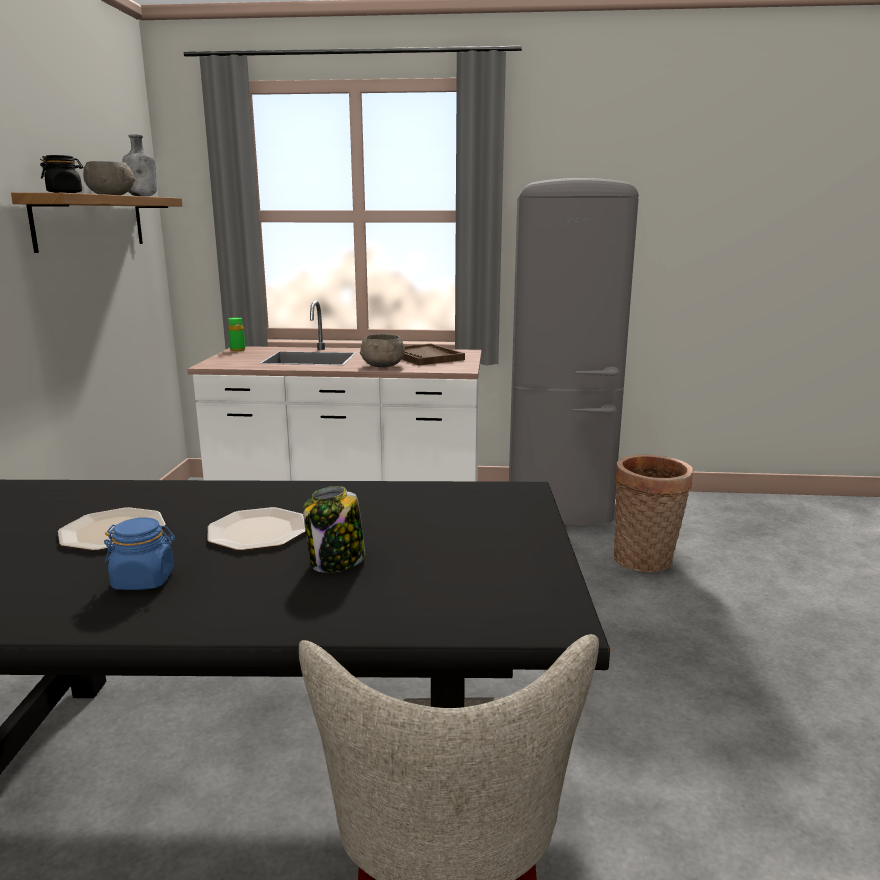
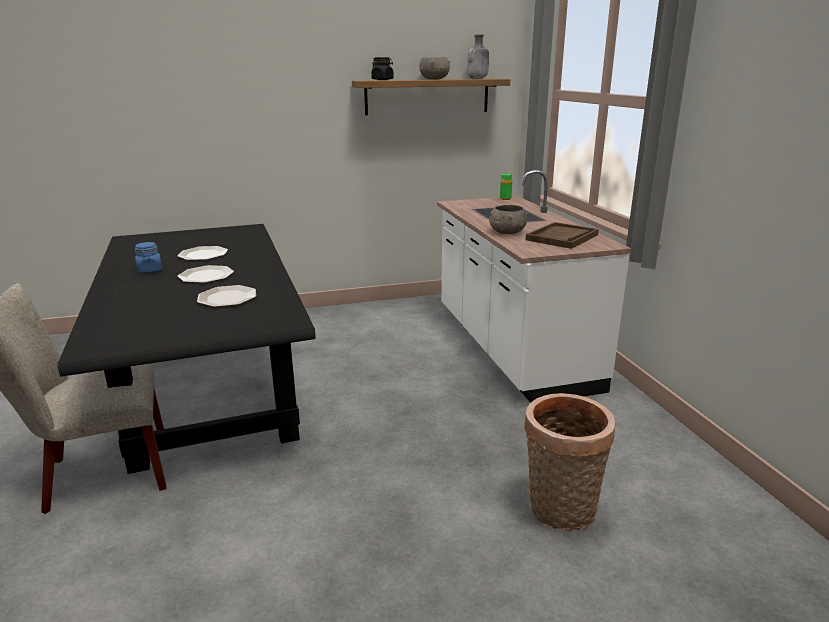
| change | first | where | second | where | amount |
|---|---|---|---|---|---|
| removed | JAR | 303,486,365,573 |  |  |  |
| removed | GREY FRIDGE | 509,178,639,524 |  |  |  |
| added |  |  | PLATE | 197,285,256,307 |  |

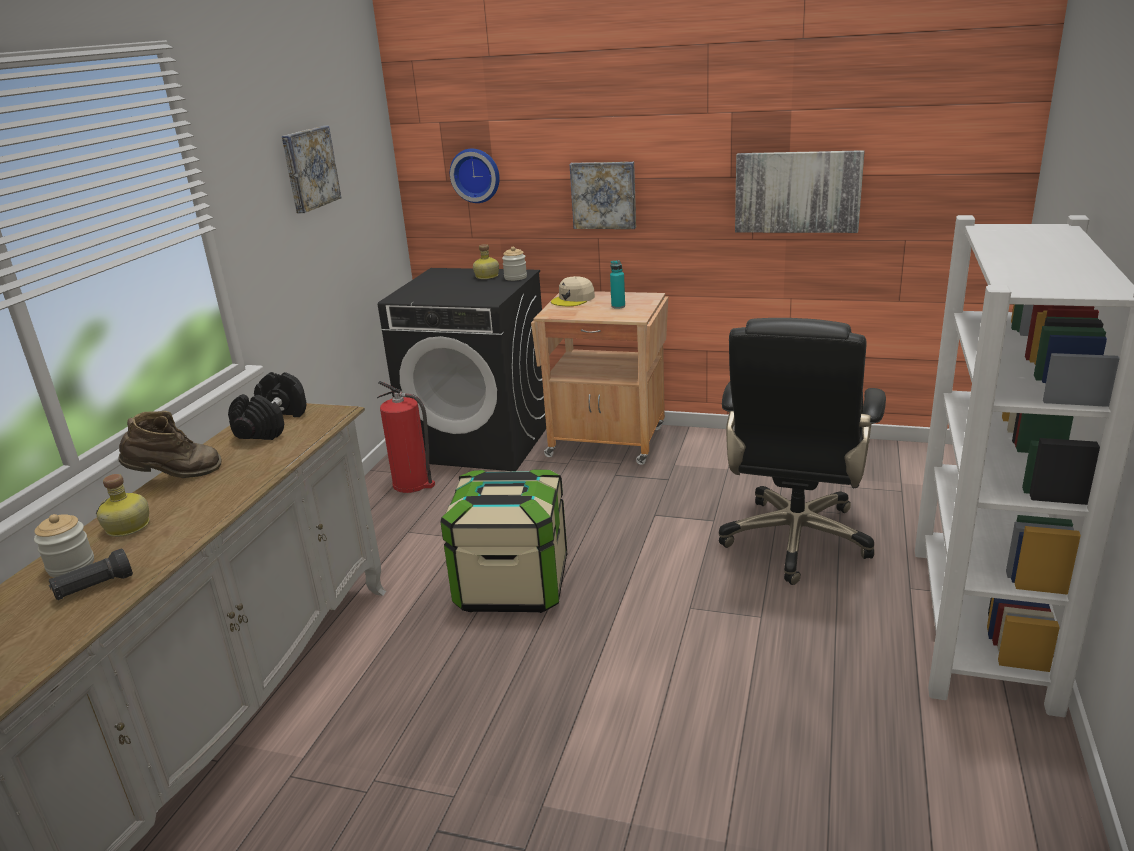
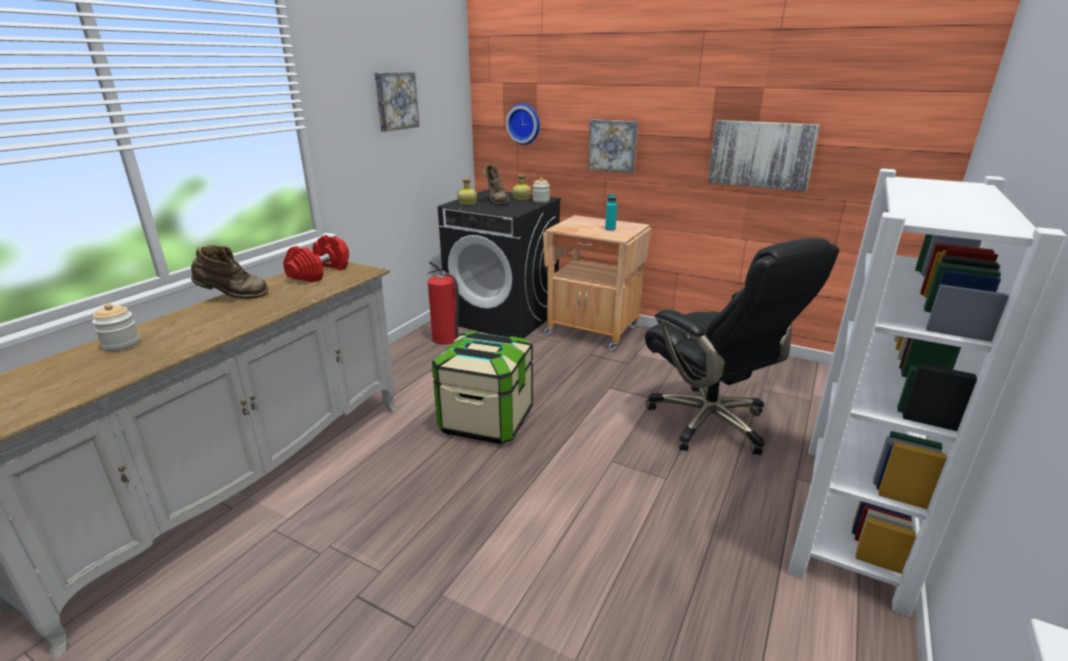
| change | first | where | second | where | amount |
|---|---|---|---|---|---|
| removed | BLACK FLASHLIGHT | 49,548,133,600 |  |  |  |
| moved | BOTTLE | 96,474,150,537 |  | 457,178,477,205 |  |
| recoloured | BLACK DUMBBELL | 228,372,307,440 | RED DUMBBELL | 283,235,349,282 |  |
| removed | BEIGE CAP | 551,276,595,306 |  |  |  |
| turned | BLACK OFFICE CHAIR | 719,318,886,585 |  | 645,238,839,455 | 60 degrees counterclockwise |
| added |  |  | BROWN BOOT | 483,164,509,205 |  |

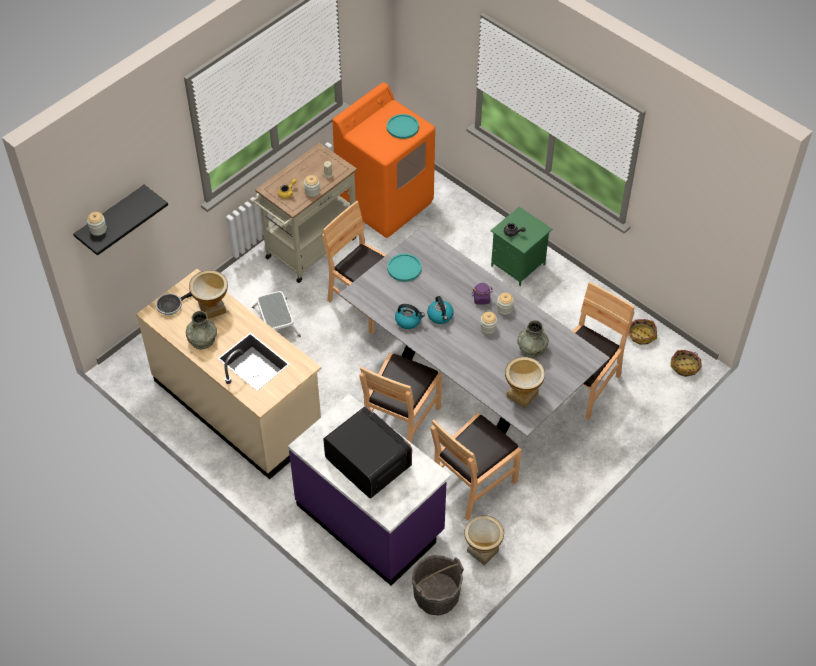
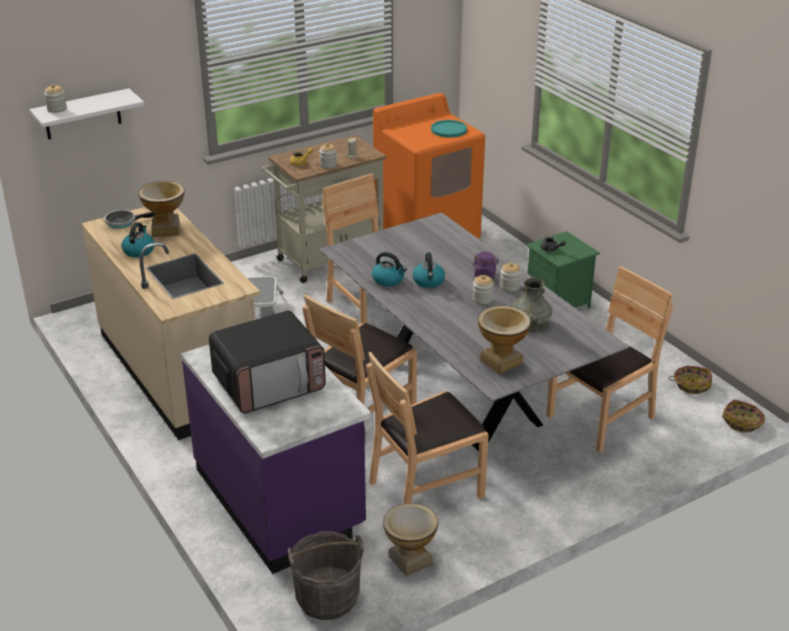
| change | first | where | second | where | amount |
|---|---|---|---|---|---|
| recoloured | BLACK SHELF | 73,185,168,256 | WHITE SHELF | 29,88,145,140 |  |
| replaced | GREY VASE | 186,311,217,349 | KETTLE | 122,222,154,258 |  |
| turned | MICROWAVE | 323,406,412,498 |  | 209,311,326,413 | 90 degrees clockwise |
| removed | TURQUOISE PLATE | 388,253,422,282 |  |  |  |

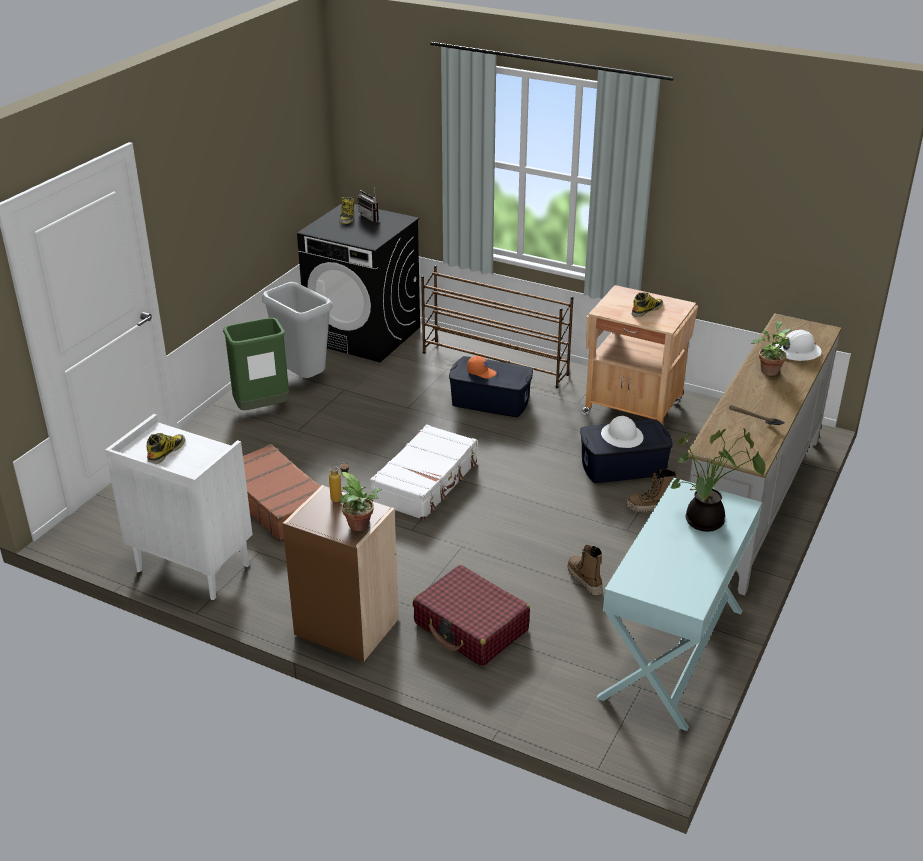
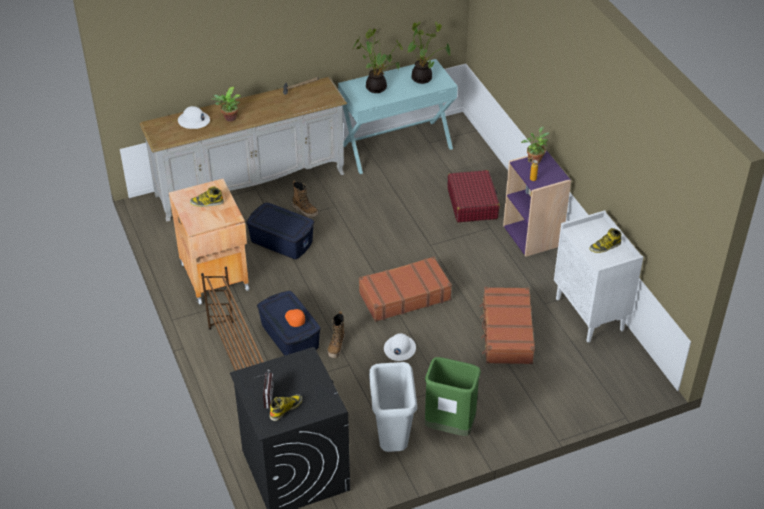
| change | first | where | second | where | amount |
|---|---|---|---|---|---|
| recoloured | BROWN BOOKCASE | 282,485,399,661 | PURPLE BOOKCASE | 503,150,571,257 |  |
| recoloured | WHITE SUITCASE | 370,424,477,520 | BROWN SUITCASE | 359,257,452,322 |  |
| moved | BOOT | 568,545,603,596 |  | 327,311,345,358 |  |
| moved | WHITE HARD HAT | 601,416,643,448 |  | 384,333,416,361 |  |
| added |  |  | POTTED PLANT | 407,21,450,84 |  |

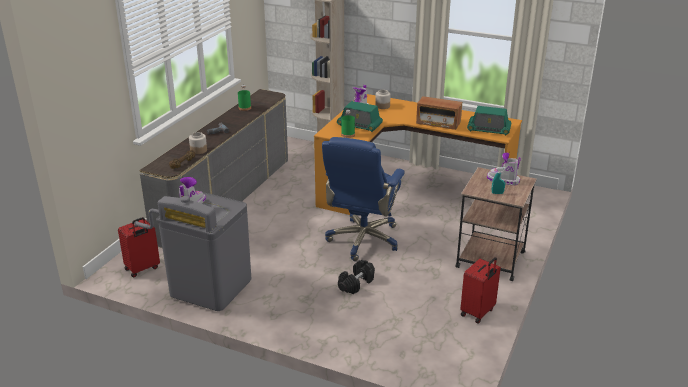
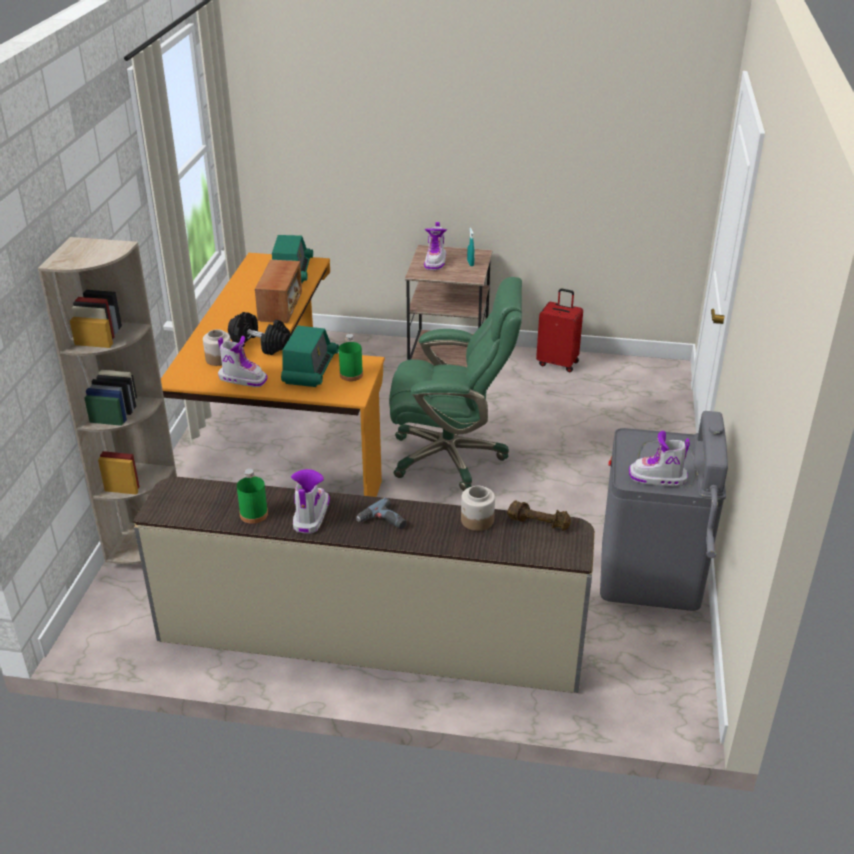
| change | first | where | second | where | amount |
|---|---|---|---|---|---|
| removed | RED SUITCASE | 118,217,160,278 |  |  |  |
| recoloured | BLUE OFFICE CHAIR | 322,137,405,261 | GREEN OFFICE CHAIR | 389,277,522,491 |  |
| moved | BLACK DUMBBELL | 338,260,375,294 |  | 228,312,291,355 |  |
| added |  |  | BOOT | 291,469,330,534 |  |

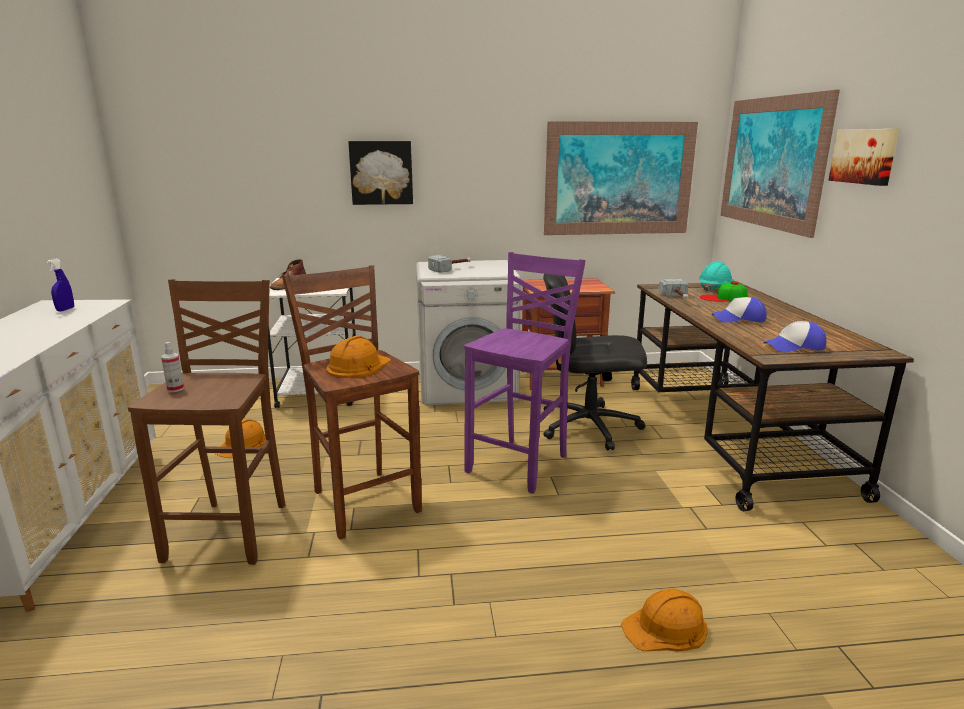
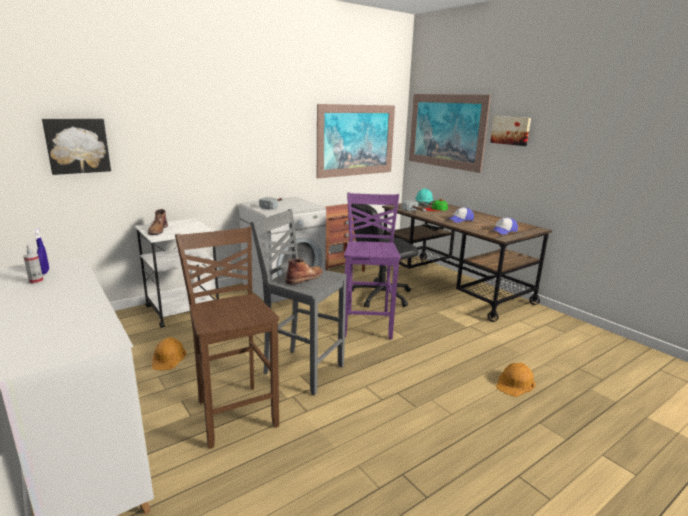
| change | first | where | second | where | amount |
|---|---|---|---|---|---|
| moved | SPRAY BOTTLE | 161,342,184,392 |  | 23,244,44,284 |  |
| recoloured | BROWN STOOL | 282,265,422,539 | GREY STOOL | 250,209,346,395 |  |
| replaced | ORANGE HARD HAT | 326,336,391,378 | BROWN BOOT | 285,259,323,285 |  |
| moved | PICTURE | 348,141,413,205 |  | 42,119,111,175 |  |

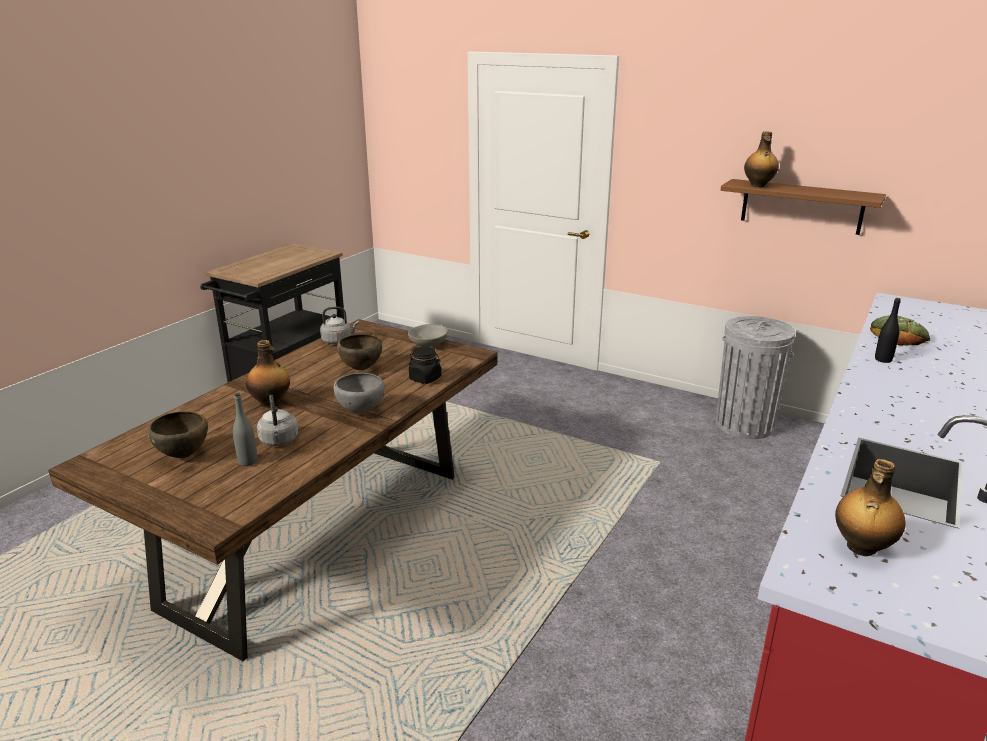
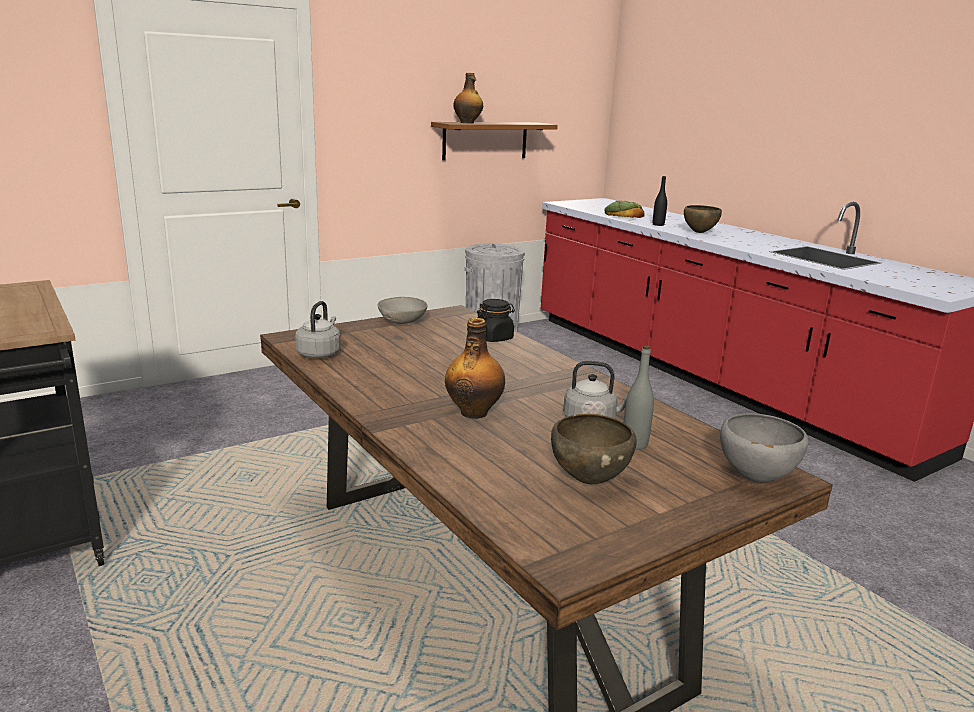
| change | first | where | second | where | amount |
|---|---|---|---|---|---|
| moved | GREY BOWL | 334,373,385,414 |  | 720,413,809,483 |  |
| moved | BROWN BOWL | 337,334,382,370 |  | 684,205,722,233 |  |
| removed | BOTTLE | 835,459,906,556 |  |  |  |

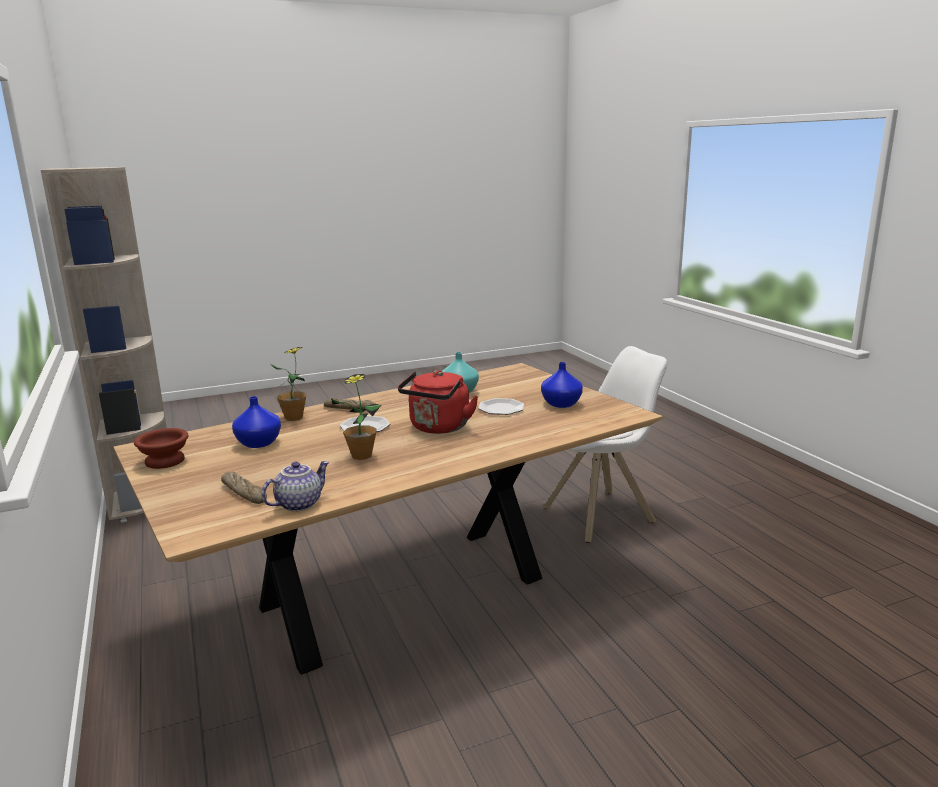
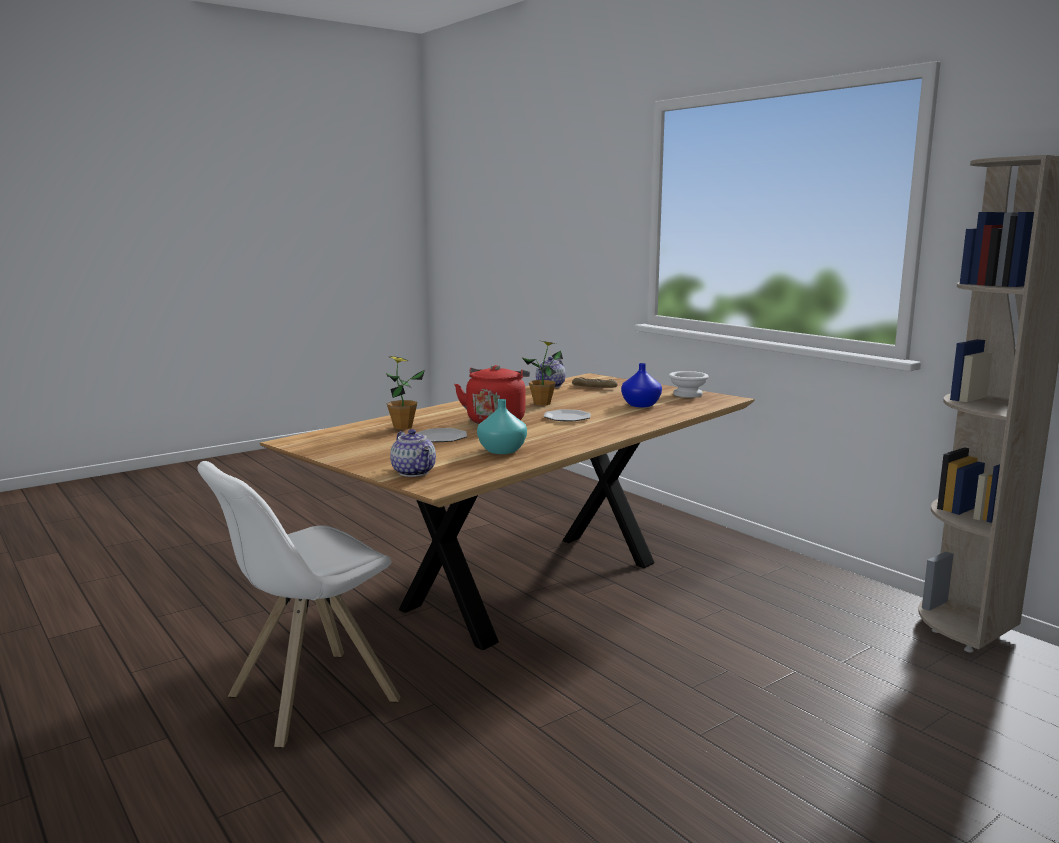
| change | first | where | second | where | amount |
|---|---|---|---|---|---|
| recoloured | BROWN BOWL | 134,428,188,469 | WHITE BOWL | 669,371,709,398 |  |
| moved | POTTED PLANT | 271,347,306,421 |  | 386,356,425,429 |  |
| removed | BREAD | 324,398,374,410 |  |  |  |
| removed | BLUE VASE | 541,362,583,408 |  |  |  |
| added |  |  | TEAPOT | 390,429,436,477 |  |

